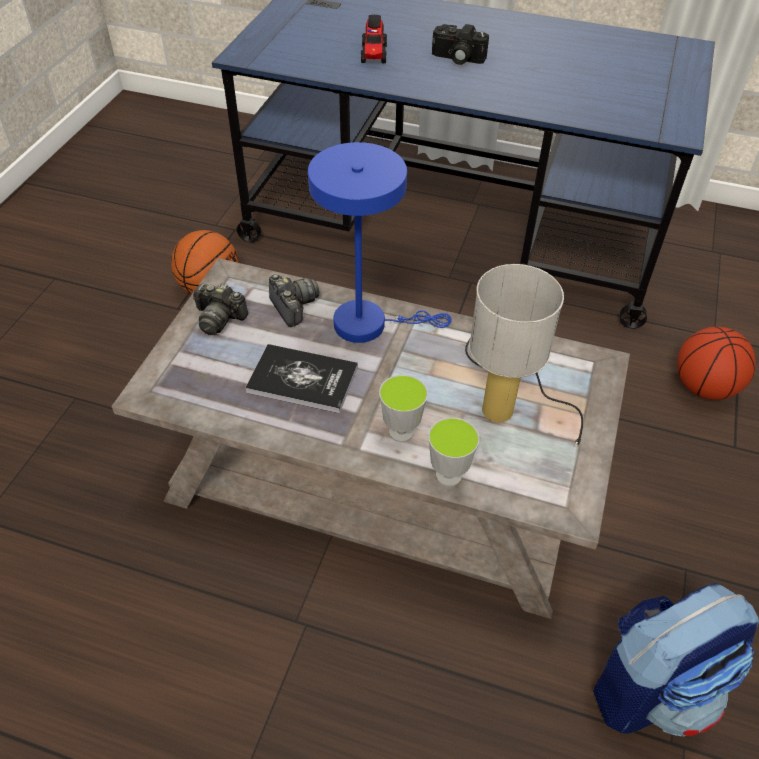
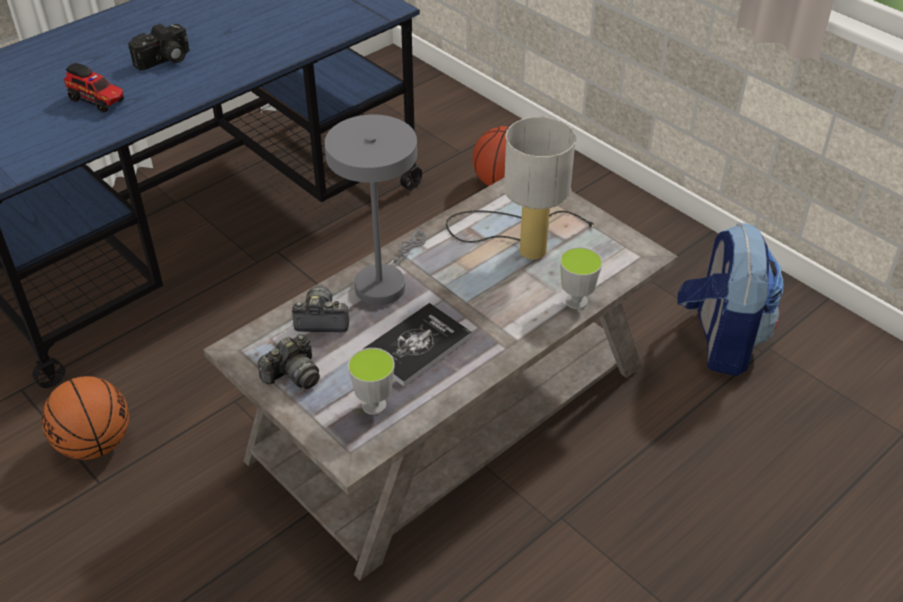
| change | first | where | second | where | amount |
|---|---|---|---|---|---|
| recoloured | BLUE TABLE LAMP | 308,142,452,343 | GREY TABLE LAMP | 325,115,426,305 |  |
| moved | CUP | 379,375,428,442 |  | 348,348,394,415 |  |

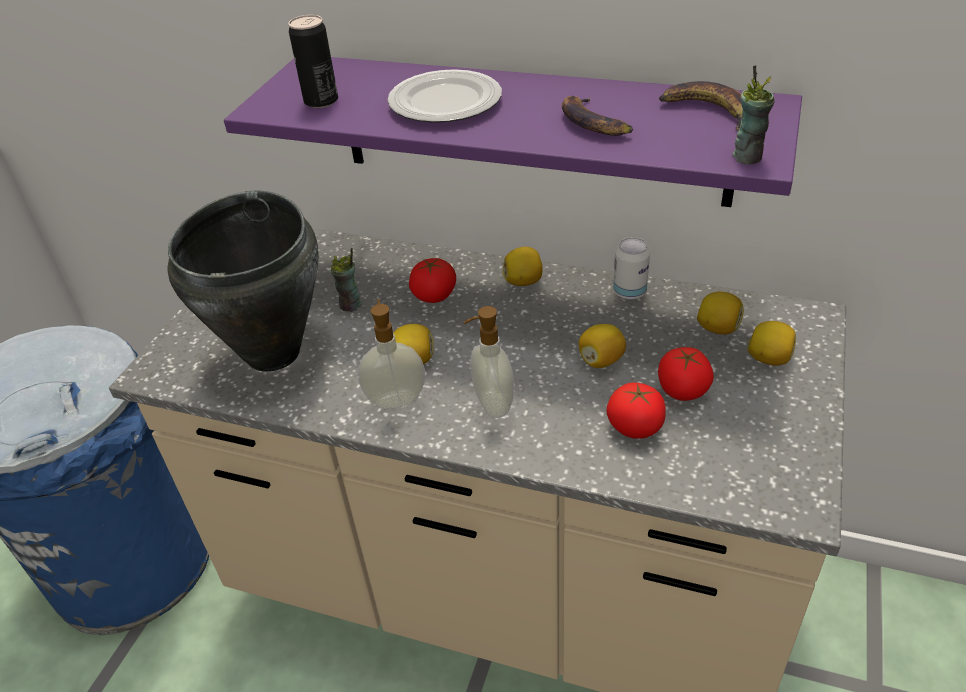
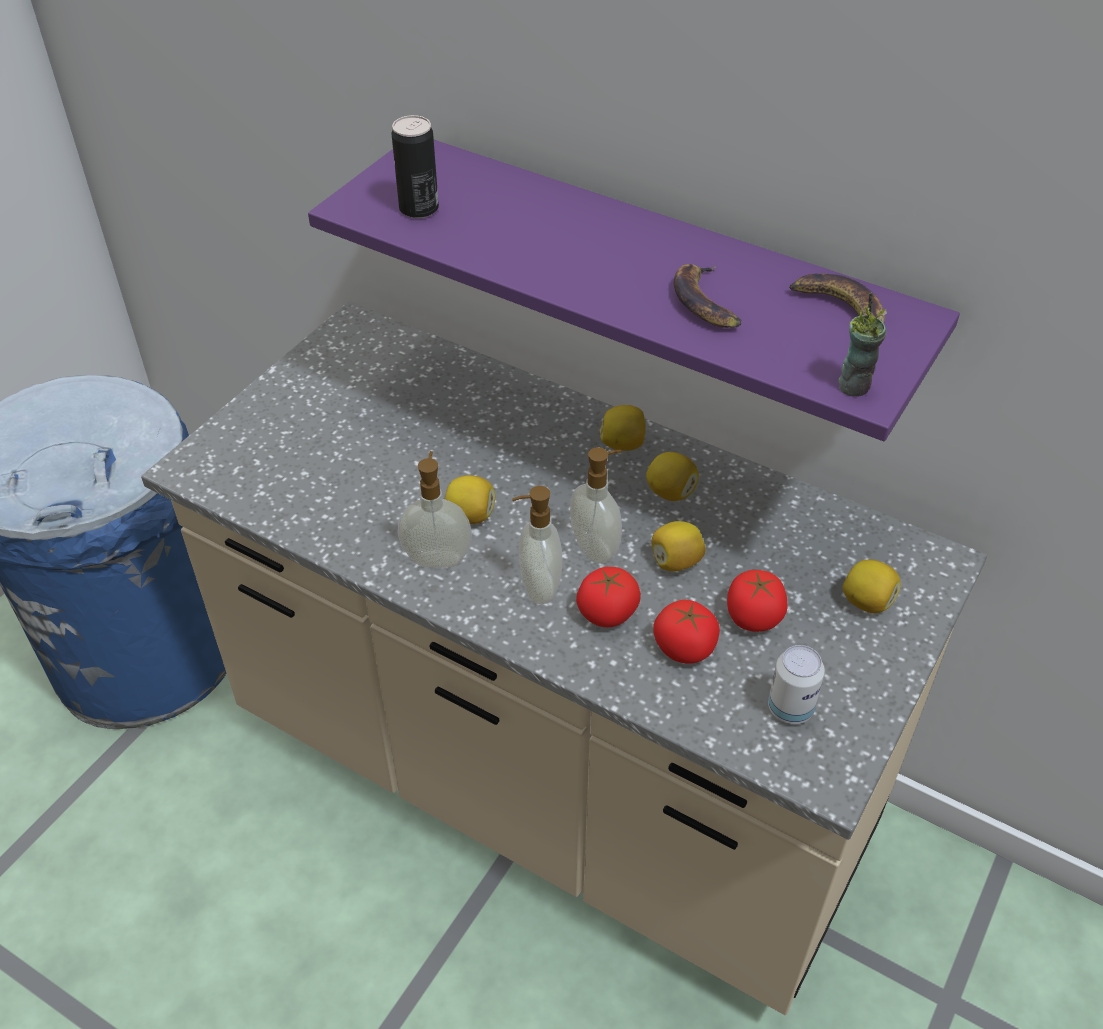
| change | first | where | second | where | amount |
|---|---|---|---|---|---|
| removed | BLACK COOKING POT | 168,191,319,372 |  |  |  |
| removed | CUP | 330,248,361,312 |  |  |  |
| removed | PLATE | 388,69,502,123 |  |  |  |
| moved | TOMATO | 409,258,456,303 |  | 576,567,641,627 |  |
| moved | CAN | 613,237,650,300 |  | 768,645,825,724 |  |
| moved | LEMON | 697,292,744,335 |  | 646,452,699,501 |  |
| added |  |  | SOAP DISPENSER | 570,447,622,564 |  |

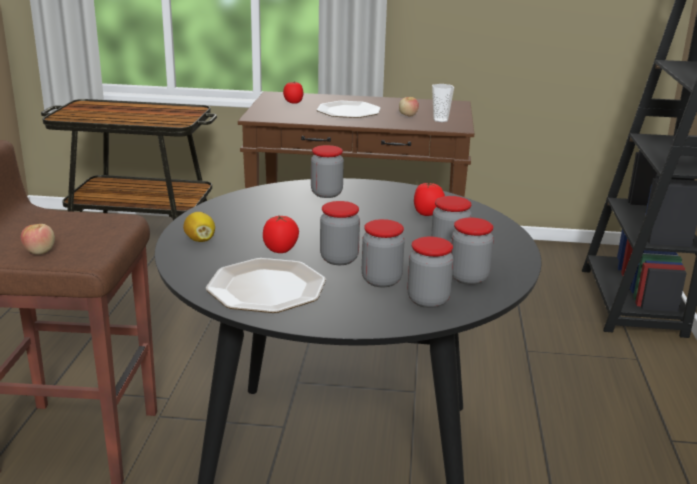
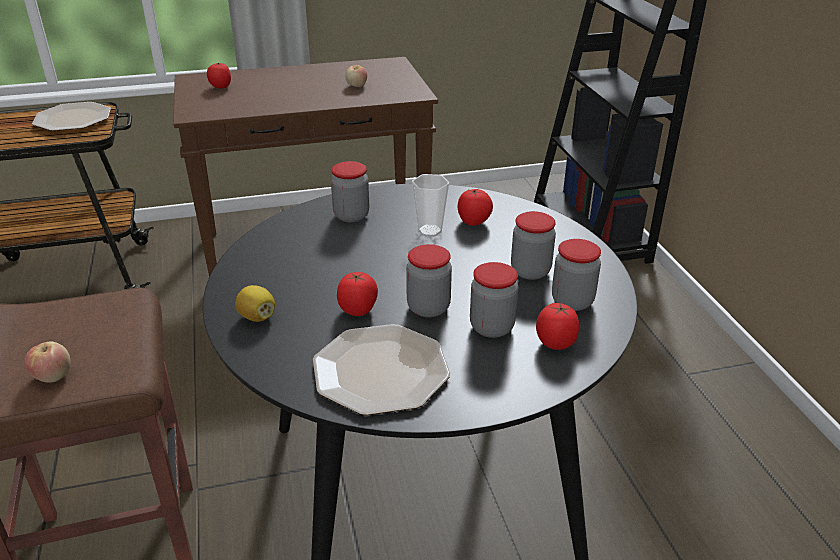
| change | first | where | second | where | amount |
|---|---|---|---|---|---|
| moved | PLATE | 317,101,380,118 |  | 32,102,111,131 |  |
| replaced | JAR | 408,236,454,308 | TOMATO | 536,303,579,350 |  |
| moved | CUP | 432,84,454,122 |  | 412,174,449,237 |  |

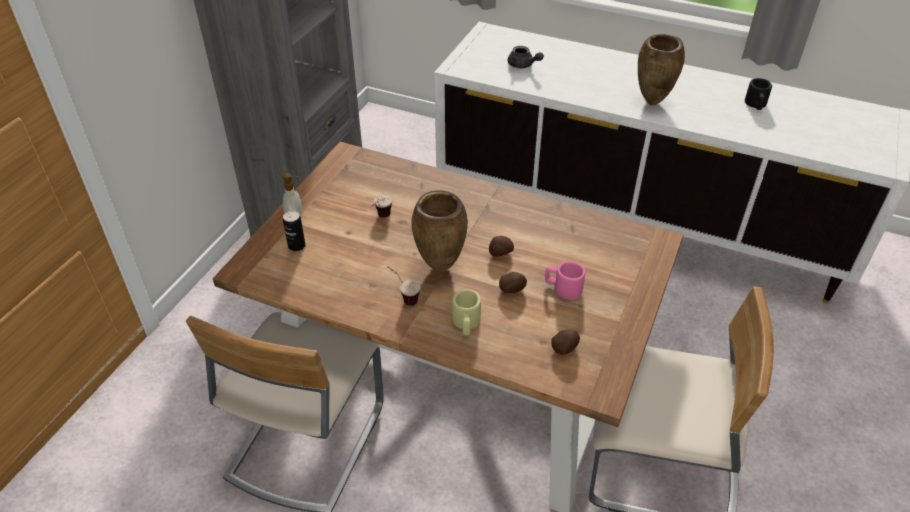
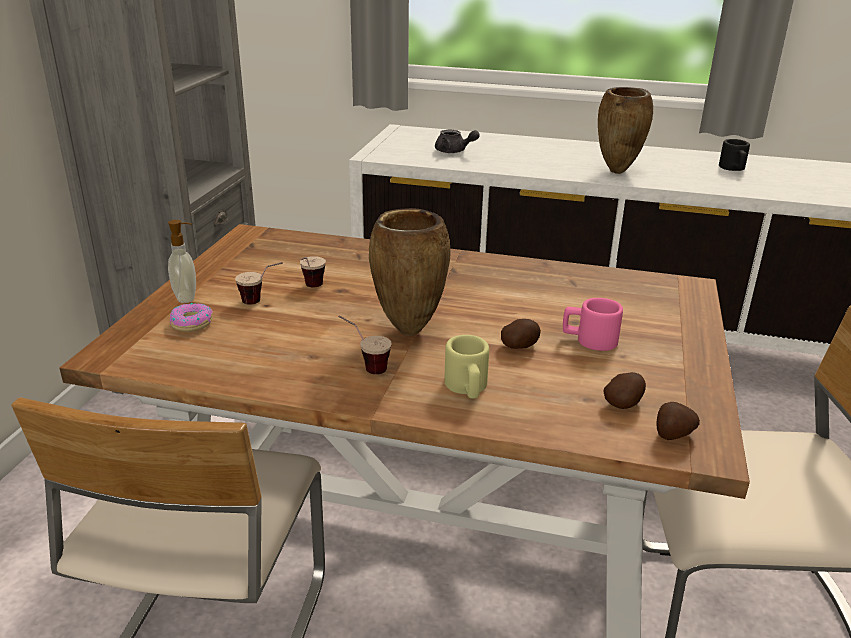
| change | first | where | second | where | amount |
|---|---|---|---|---|---|
| replaced | CAN | 283,211,305,251 | DONUT | 170,303,213,332 |  |
| moved | POTATO | 489,236,514,257 |  | 657,402,700,440 |  |
| added |  |  | CUP | 235,262,283,305 |  |

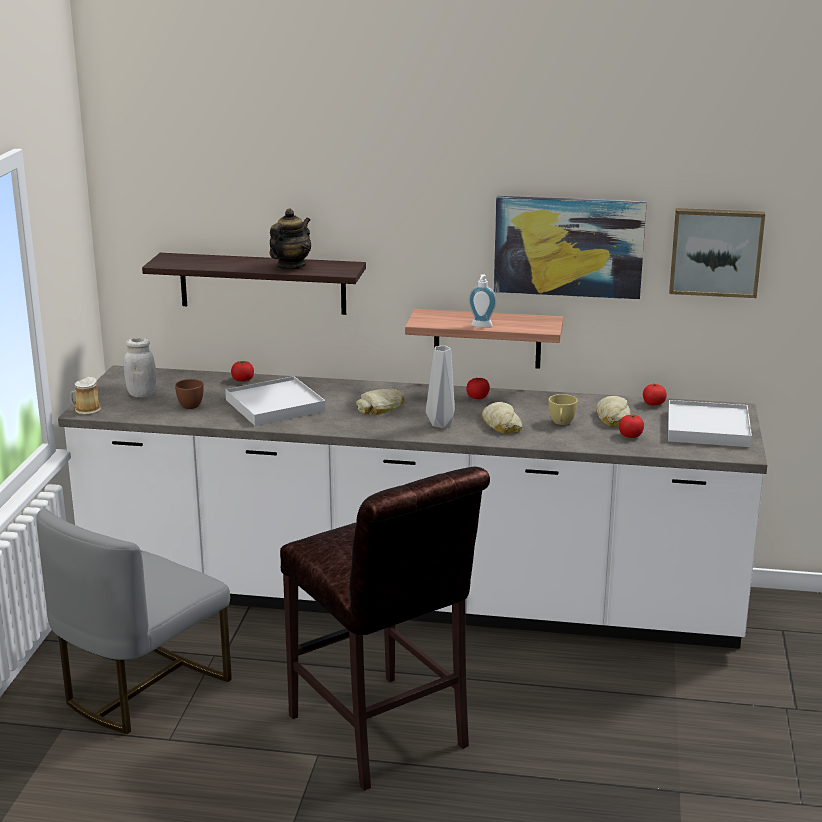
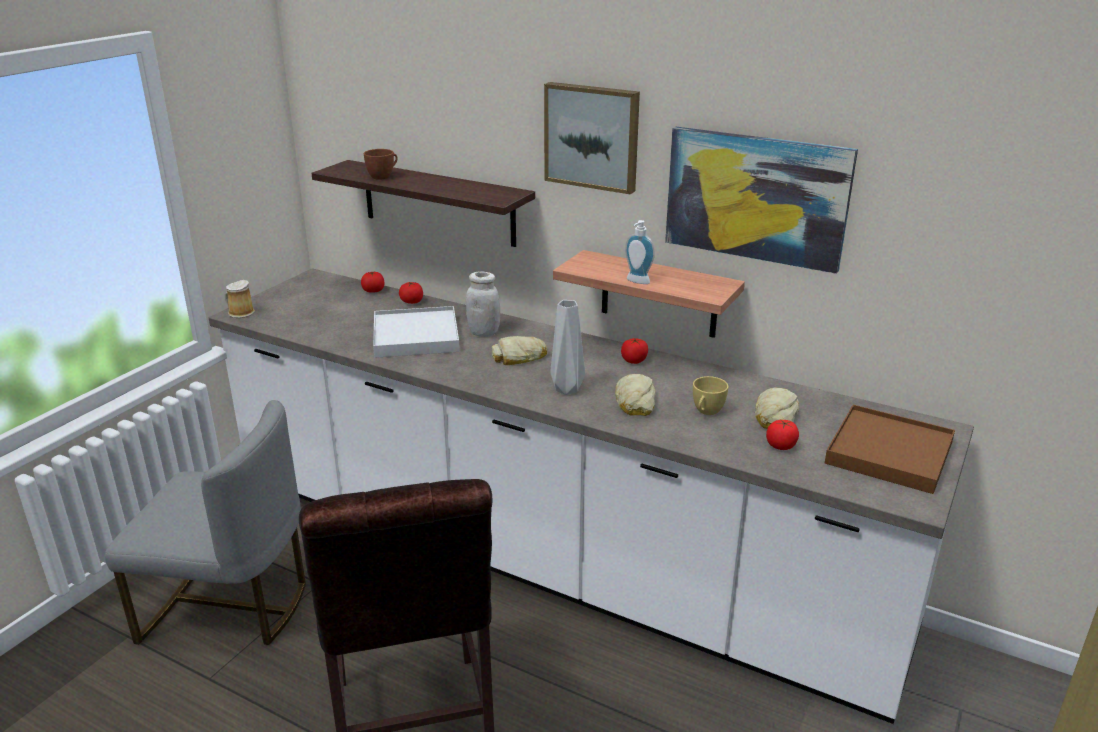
| change | first | where | second | where | amount |
|---|---|---|---|---|---|
| turned | GREY CHAIR | 37,509,232,734 |  | 105,400,306,645 | 135 degrees counterclockwise |
| moved | WHITE JAR | 124,338,157,398 |  | 466,271,500,337 |  |
| moved | BROWN CUP | 175,379,203,409 |  | 364,149,398,180 |  |
| removed | TEAPOT | 270,208,311,269 |  |  |  |
| moved | TOMATO | 643,384,667,405 |  | 361,271,384,293 |  |
| recoloured | WHITE TRAY | 668,400,752,447 | BROWN TRAY | 825,405,955,494 |  |
| moved | PICTURE | 669,208,765,298 |  | 544,82,640,194 |  |

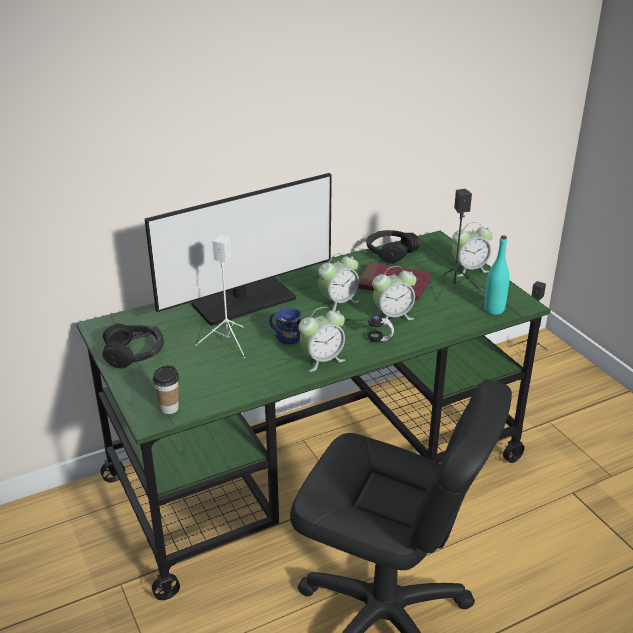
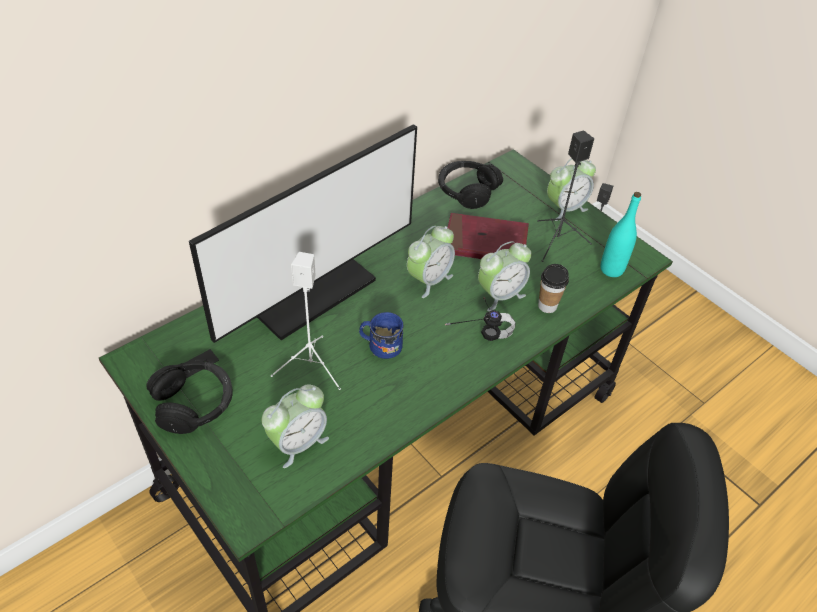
| change | first | where | second | where | amount |
|---|---|---|---|---|---|
| moved | CUP | 153,365,179,414 |  | 538,264,569,313 |  |
| moved | ALARM CLOCK | 298,307,345,372 |  | 262,385,329,468 |  |

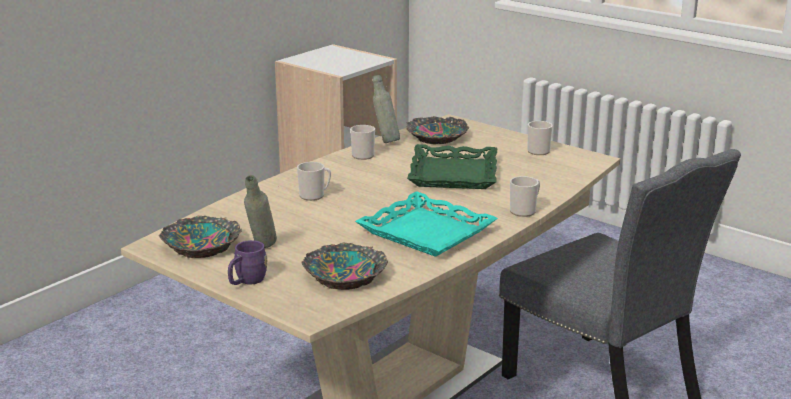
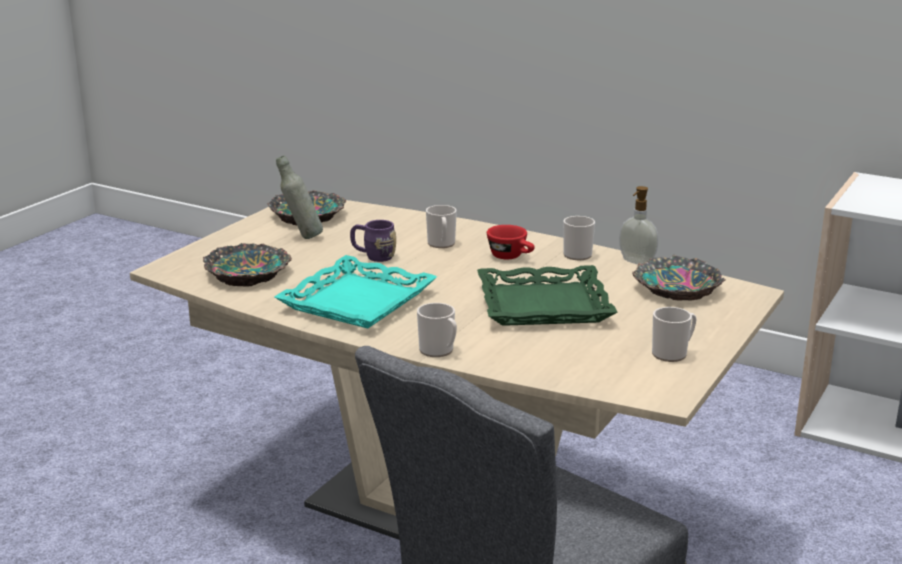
| change | first | where | second | where | amount |
|---|---|---|---|---|---|
| moved | PURPLE MUG | 228,240,267,285 |  | 350,220,396,262 |  |
| replaced | GREY BOTTLE | 372,75,400,143 | SOAP DISPENSER | 619,186,658,264 |  |
| added |  |  | RED CUP | 487,225,534,259 |  |

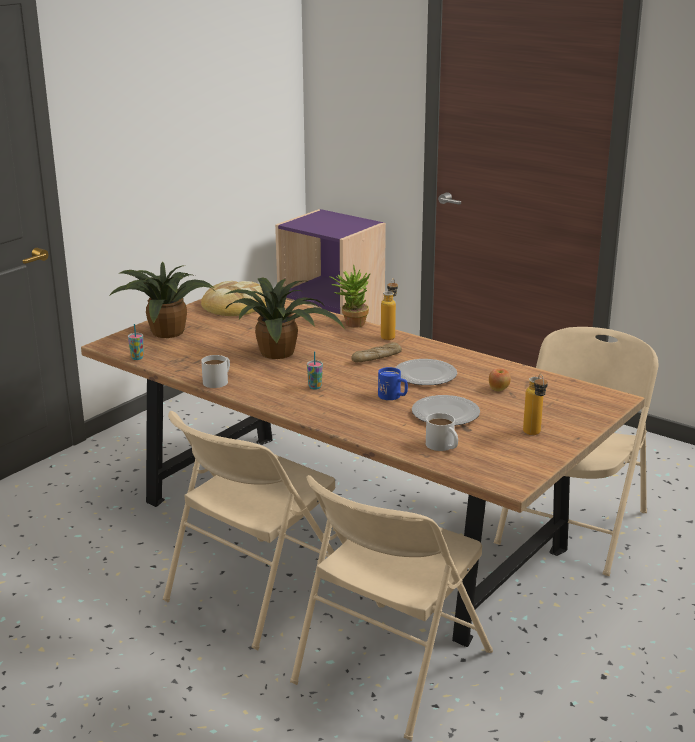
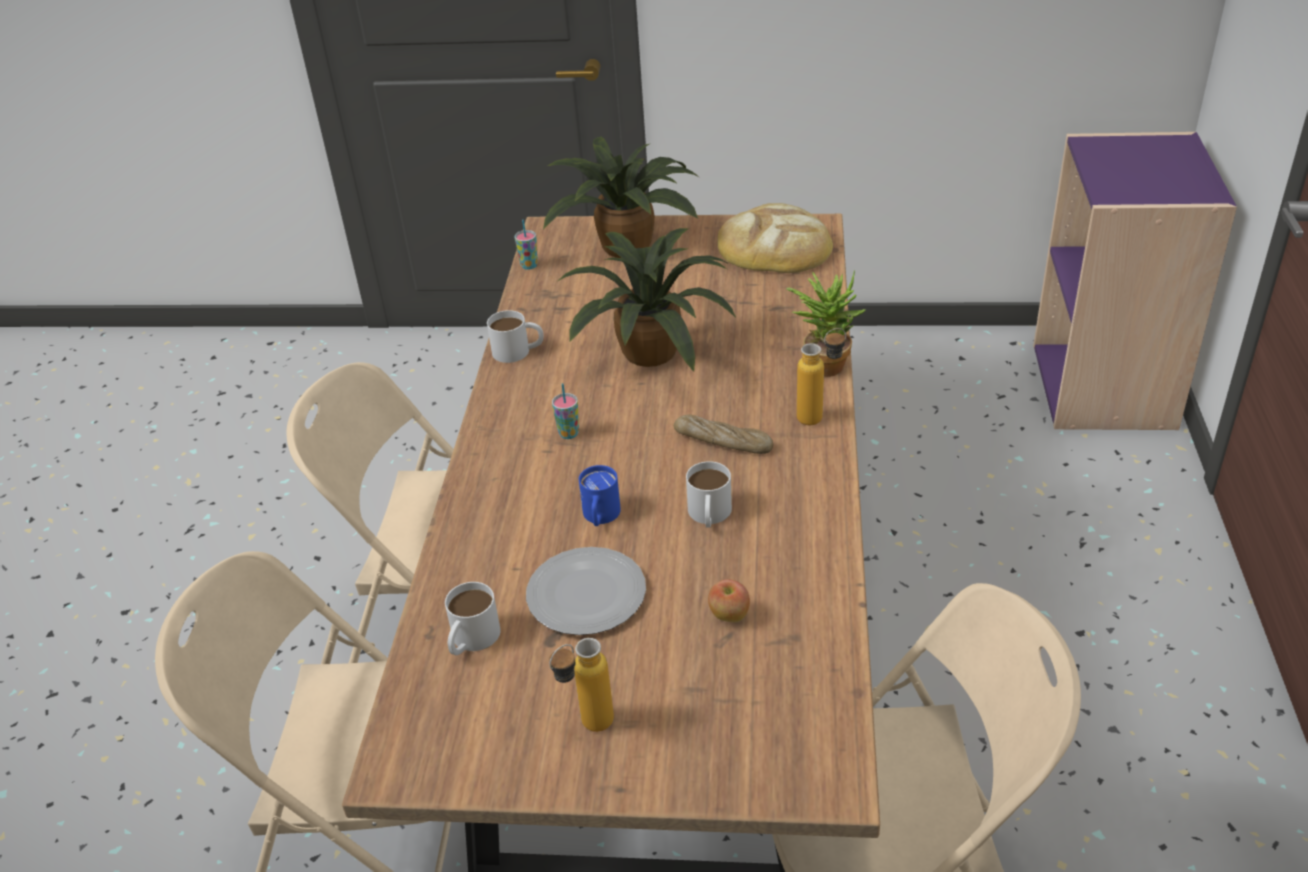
| change | first | where | second | where | amount |
|---|---|---|---|---|---|
| replaced | PLATE | 395,359,457,385 | WHITE MUG | 686,461,732,528 |  |

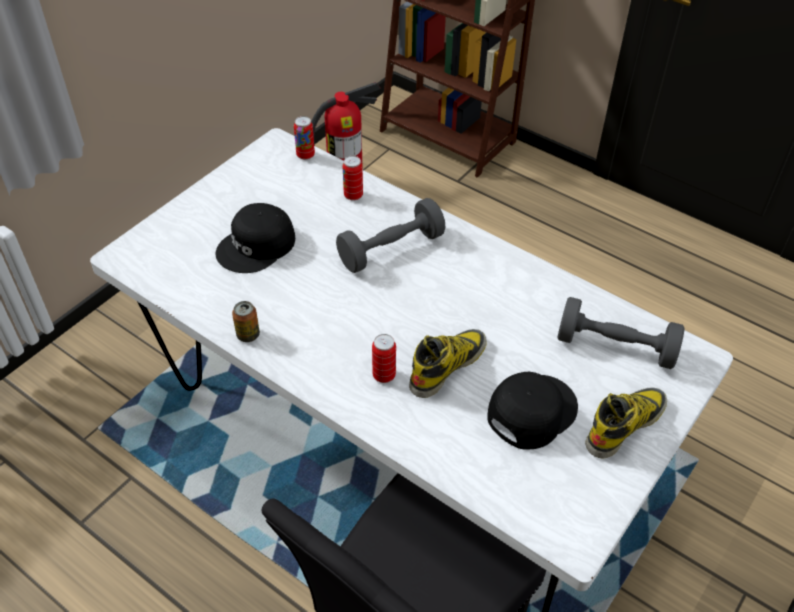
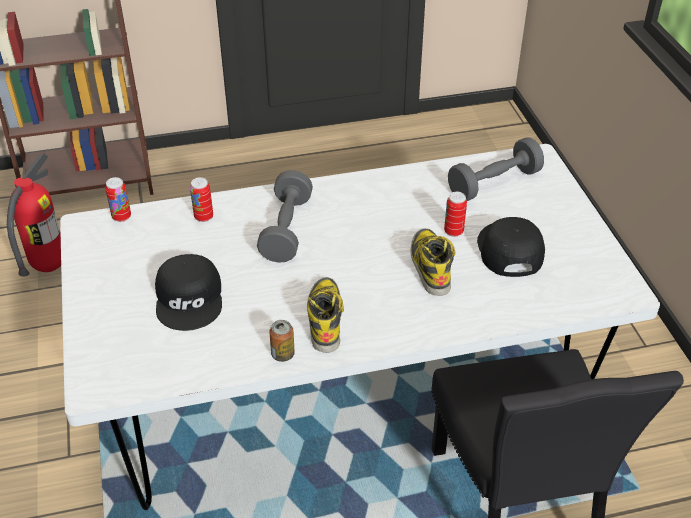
| change | first | where | second | where | amount |
|---|---|---|---|---|---|
| moved | CAN | 372,334,396,383 |  | 444,192,467,237 |  |
| moved | BOOT | 585,387,667,458 |  | 307,277,344,353 |  |

